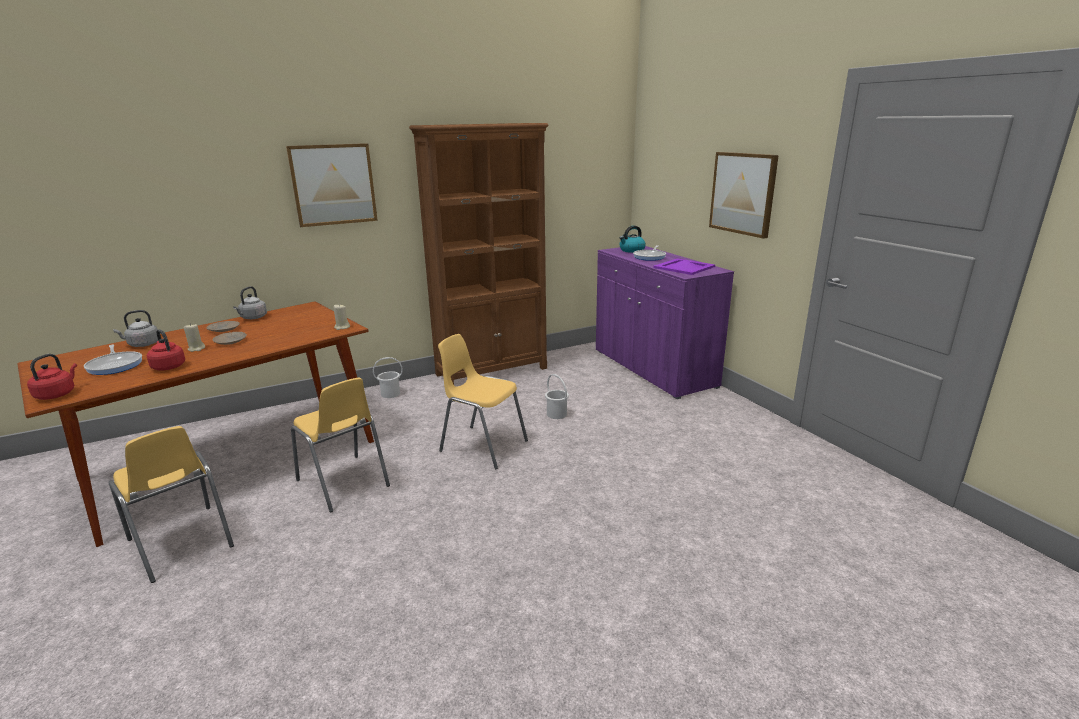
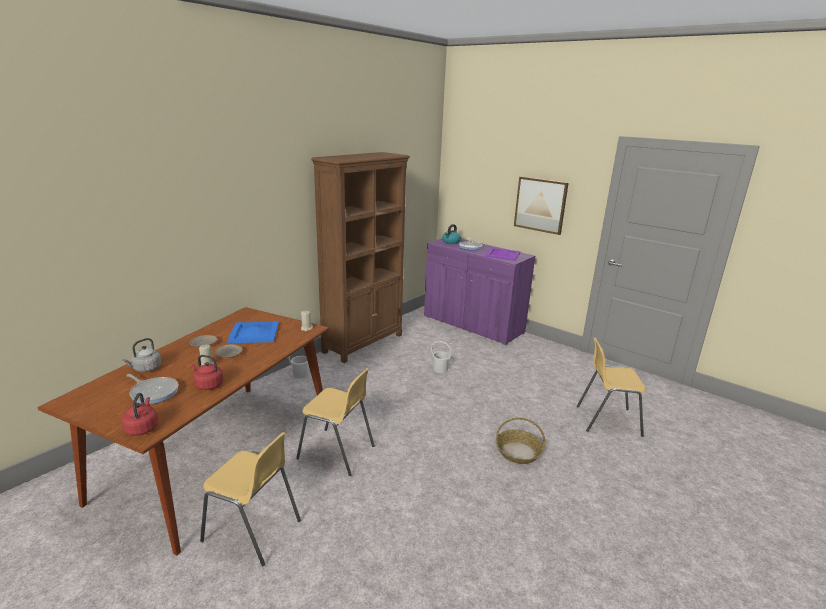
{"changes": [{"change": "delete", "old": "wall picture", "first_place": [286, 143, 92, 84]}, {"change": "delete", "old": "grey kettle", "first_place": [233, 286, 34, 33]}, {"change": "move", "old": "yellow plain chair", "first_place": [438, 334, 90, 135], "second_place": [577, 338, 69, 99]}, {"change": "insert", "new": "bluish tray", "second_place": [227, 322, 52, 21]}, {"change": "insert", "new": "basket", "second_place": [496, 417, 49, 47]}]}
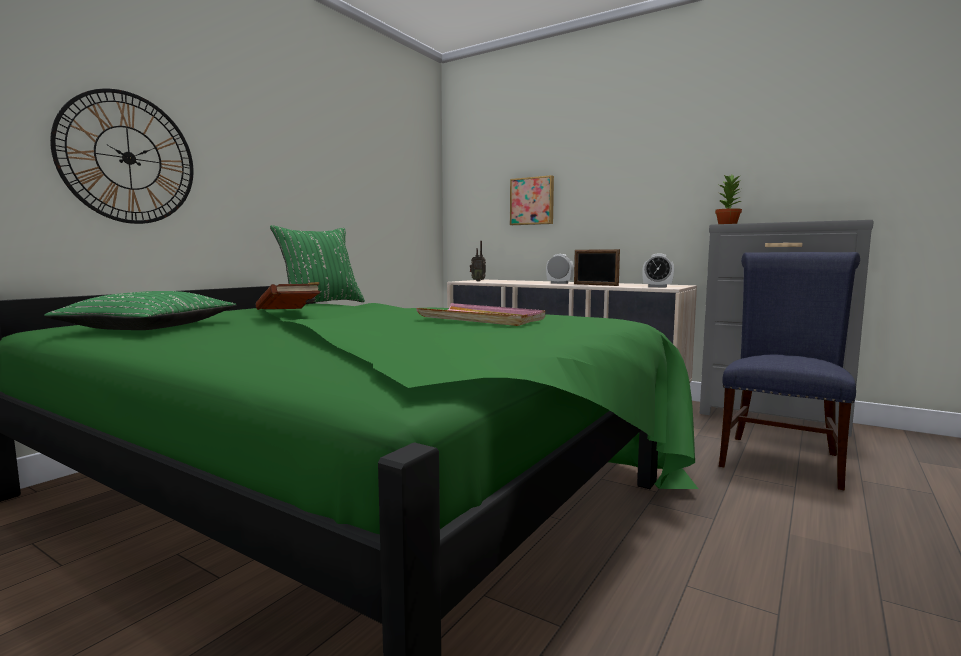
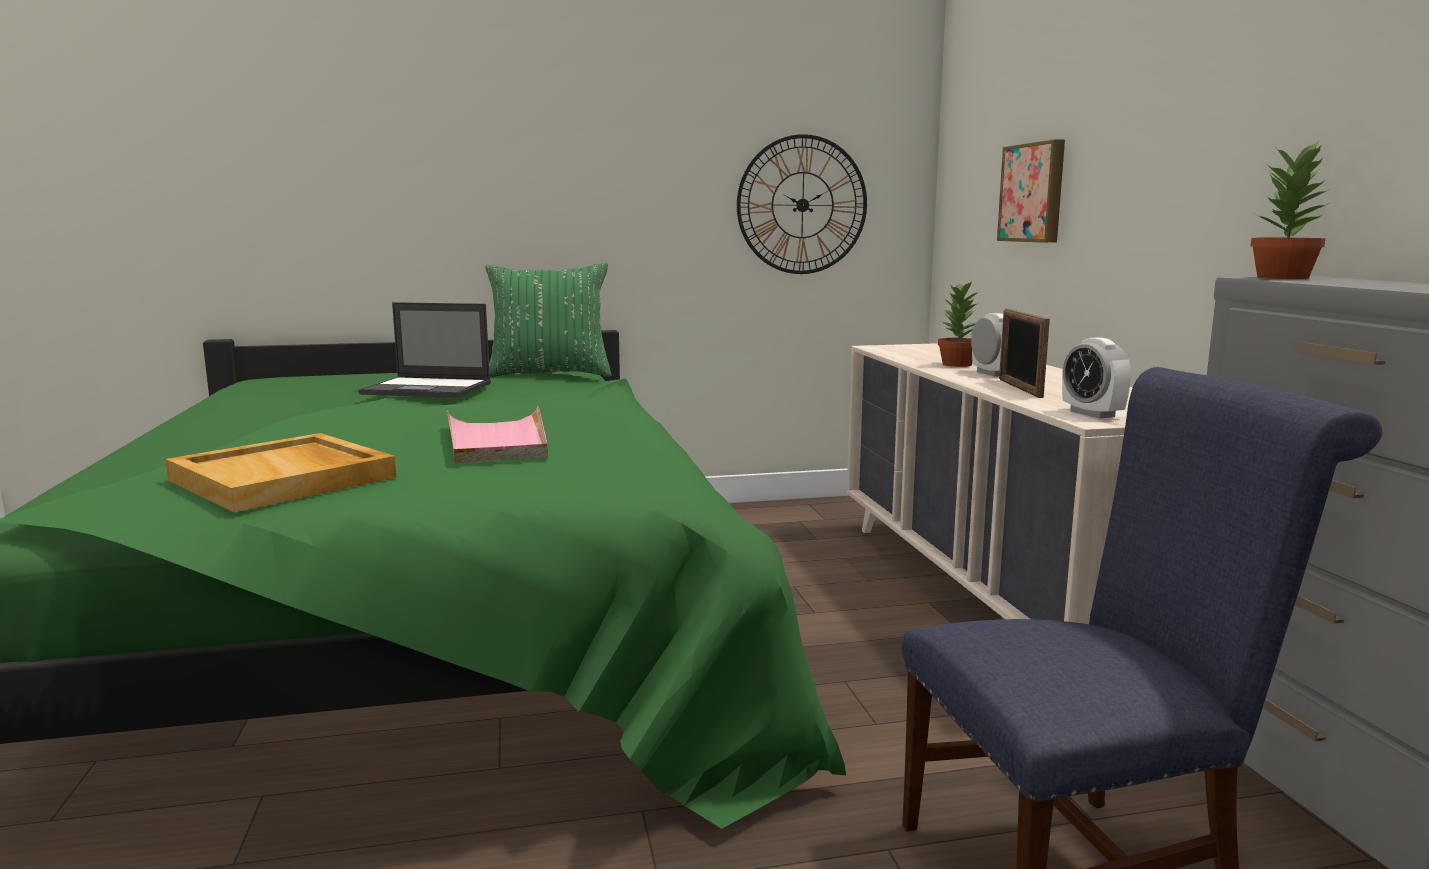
{"changes": [{"change": "move", "old": "hanging clock", "first_place": [50, 89, 143, 135], "second_place": [737, 134, 130, 140]}, {"change": "delete", "old": "radio receiver", "first_place": [470, 241, 16, 40]}, {"change": "replace", "old": "brownish book", "new": "portable computer", "first_place": [256, 282, 64, 28], "second_place": [359, 302, 132, 96]}, {"change": "delete", "old": "green throw pillow", "first_place": [44, 291, 193, 39]}, {"change": "insert", "new": "plant in a pot", "second_place": [938, 281, 41, 86]}, {"change": "insert", "new": "beige-coloured tray", "second_place": [165, 433, 231, 79]}]}
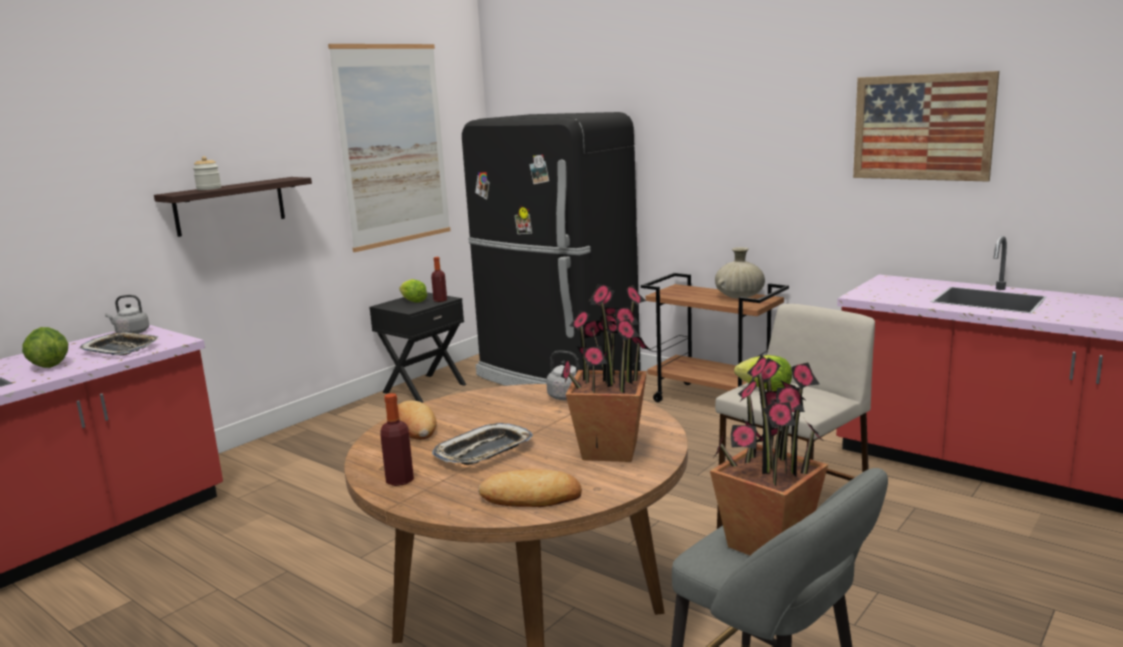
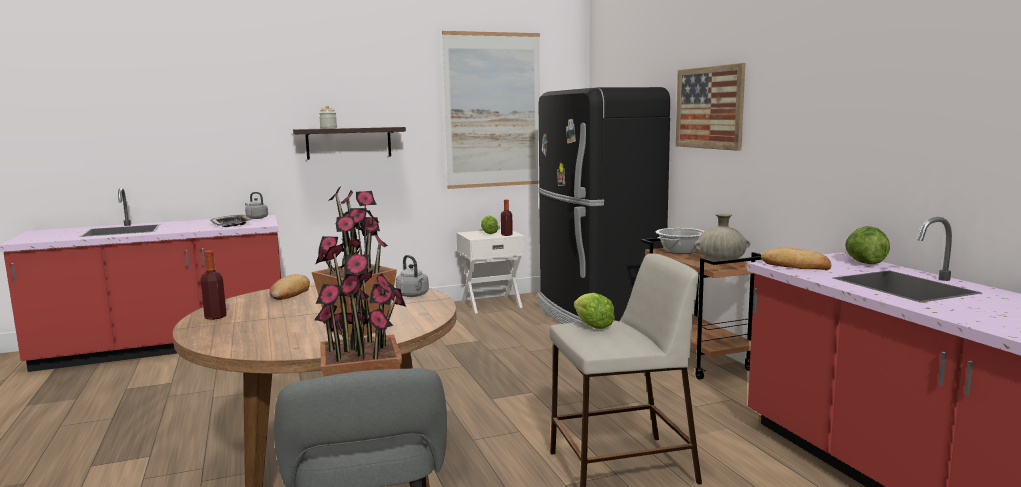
{"changes": [{"change": "move", "old": "wall picture", "first_place": [853, 71, 146, 111], "second_place": [676, 63, 69, 88]}, {"change": "recolor", "old": "black night table", "new": "whitish night table", "first_place": [369, 292, 97, 111], "second_place": [456, 229, 69, 84]}, {"change": "move", "old": "head of lettuce", "first_place": [22, 327, 46, 41], "second_place": [845, 226, 45, 38]}, {"change": "delete", "old": "tray", "first_place": [432, 423, 101, 42]}, {"change": "move", "old": "baked bread", "first_place": [478, 469, 104, 38], "second_place": [761, 248, 70, 22]}, {"change": "insert", "new": "stockpot", "second_place": [656, 228, 48, 26]}]}
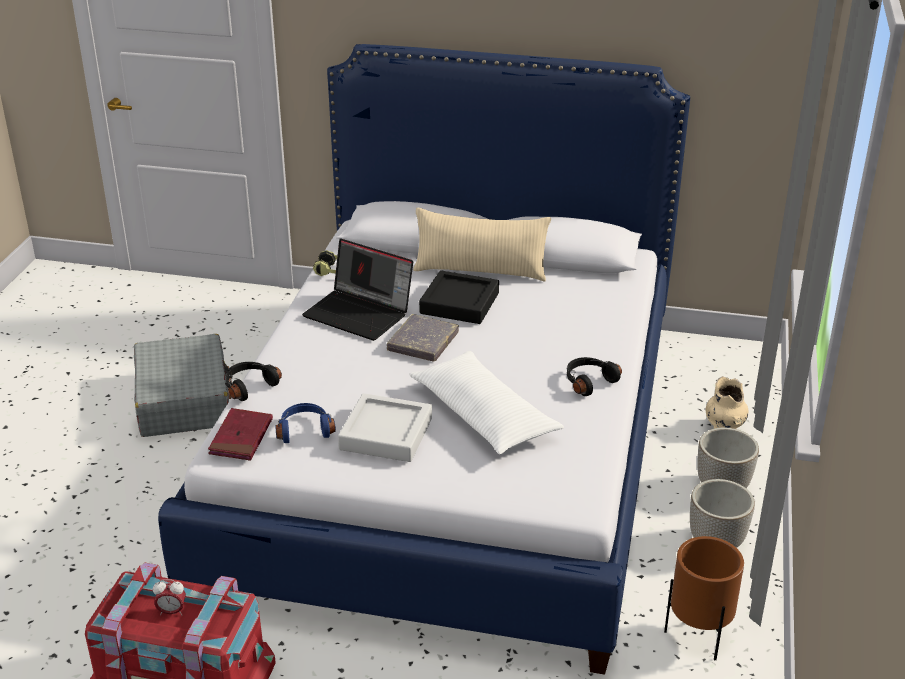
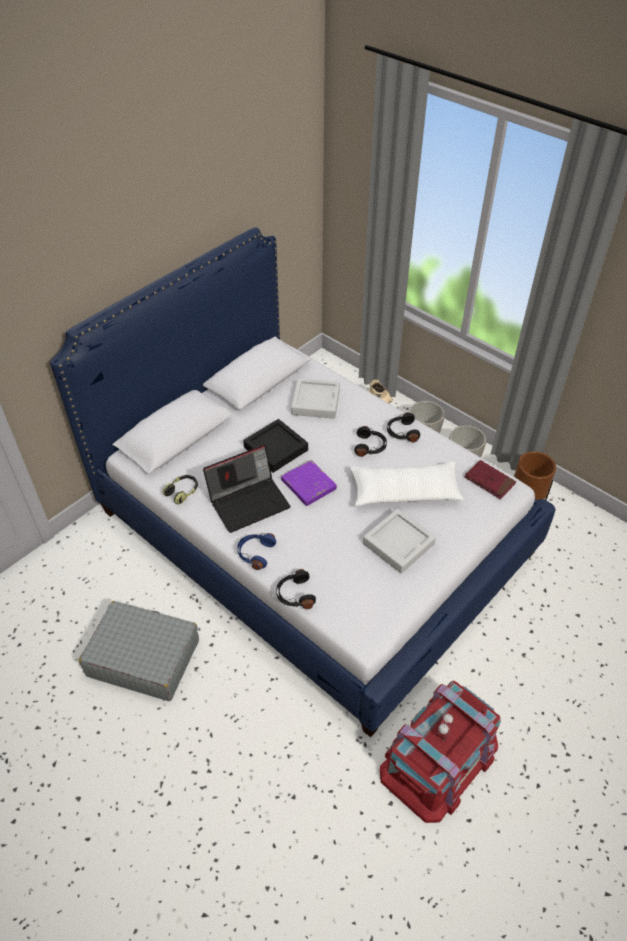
{"changes": [{"change": "delete", "old": "beige-coloured throw pillow", "first_place": [413, 208, 138, 73]}, {"change": "recolor", "old": "grey book", "new": "purple-coloured book", "first_place": [387, 314, 72, 48], "second_place": [281, 460, 56, 46]}, {"change": "move", "old": "bluish headset", "first_place": [276, 403, 60, 40], "second_place": [237, 533, 39, 37]}, {"change": "move", "old": "reddish book", "first_place": [208, 408, 65, 53], "second_place": [465, 460, 51, 39]}, {"change": "insert", "new": "grey tray", "second_place": [291, 378, 49, 41]}, {"change": "insert", "new": "black headset", "second_place": [354, 426, 33, 31]}]}
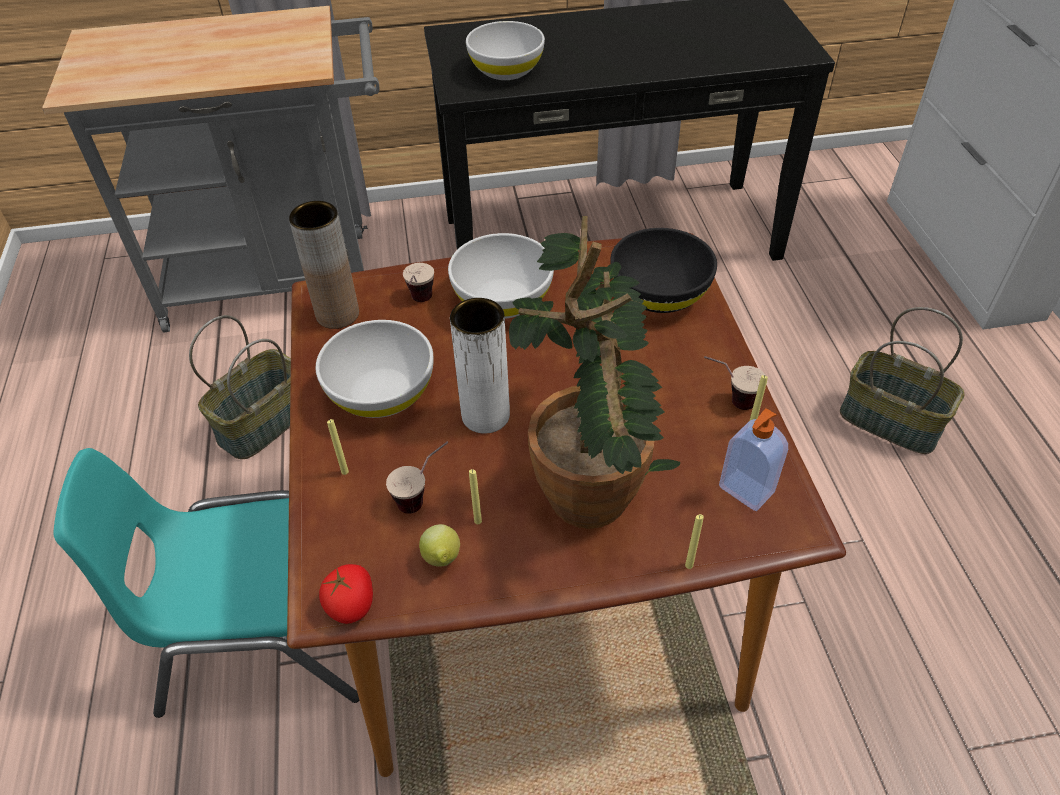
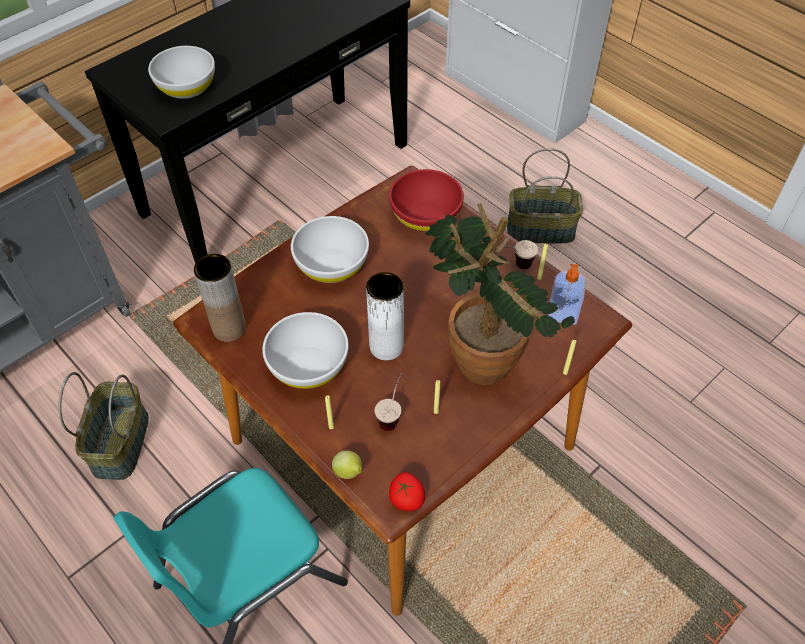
{"changes": [{"change": "recolor", "old": "black bowl", "new": "reddish bowl", "first_place": [610, 228, 107, 85], "second_place": [389, 169, 75, 63]}, {"change": "delete", "old": "cup", "first_place": [403, 263, 31, 39]}, {"change": "move", "old": "whole lemon", "first_place": [419, 524, 41, 43], "second_place": [332, 450, 30, 29]}]}
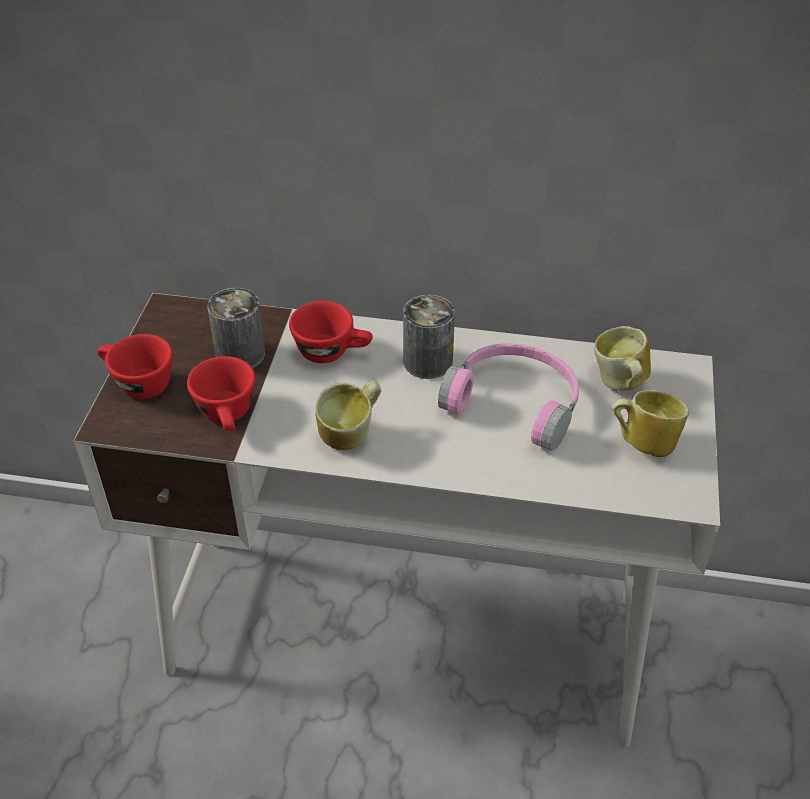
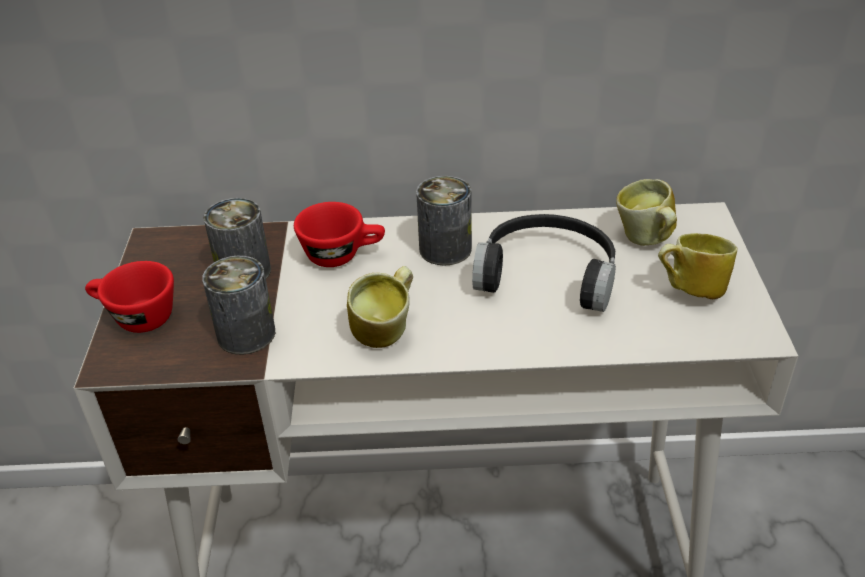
{"changes": [{"change": "recolor", "old": "pink headset", "new": "black headset", "first_place": [438, 343, 141, 108], "second_place": [472, 214, 144, 98]}, {"change": "replace", "old": "reddish cup", "new": "sealed can", "first_place": [187, 356, 68, 75], "second_place": [202, 256, 73, 99]}]}
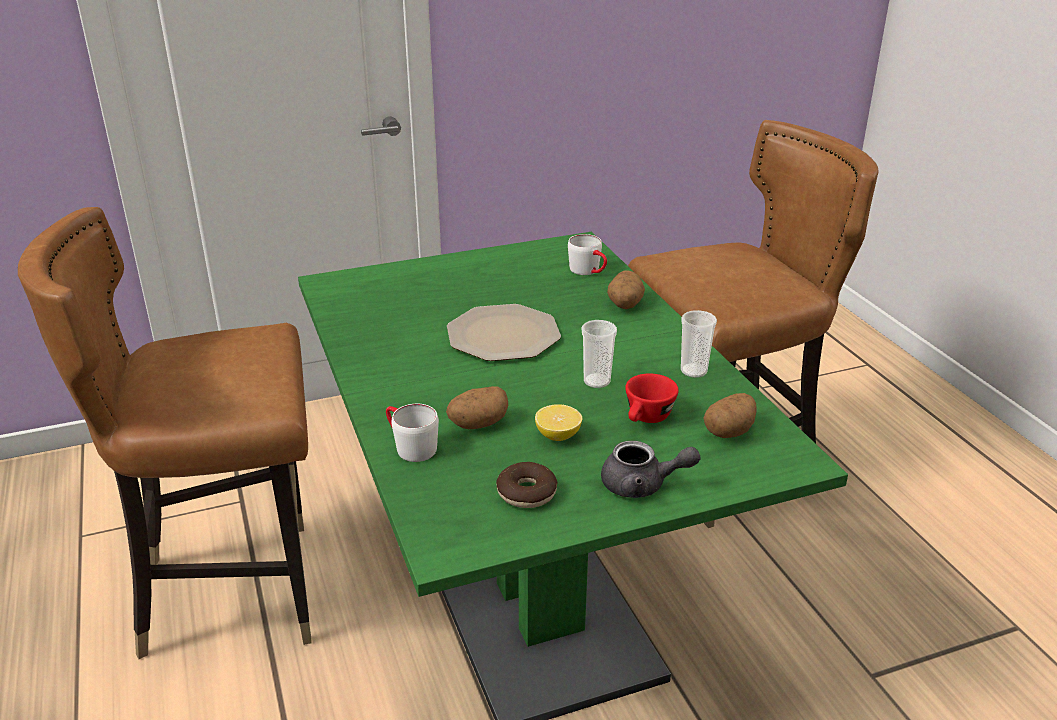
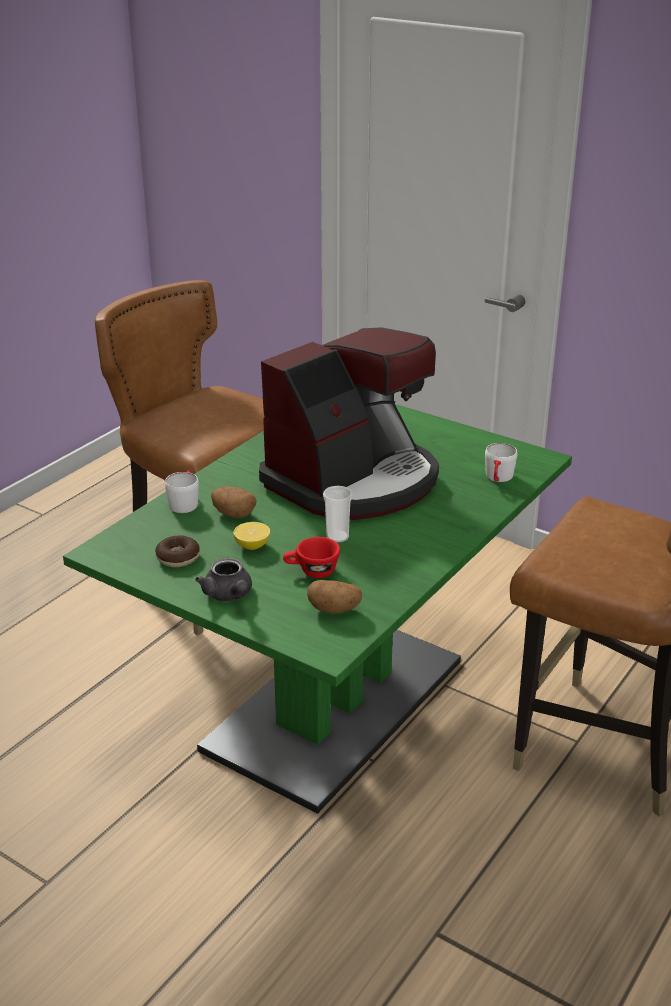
{"changes": [{"change": "delete", "old": "whole potato", "first_place": [607, 270, 38, 39]}, {"change": "replace", "old": "plate", "new": "coffee maker", "first_place": [447, 304, 114, 57], "second_place": [259, 327, 180, 193]}, {"change": "delete", "old": "cup", "first_place": [681, 310, 36, 68]}]}
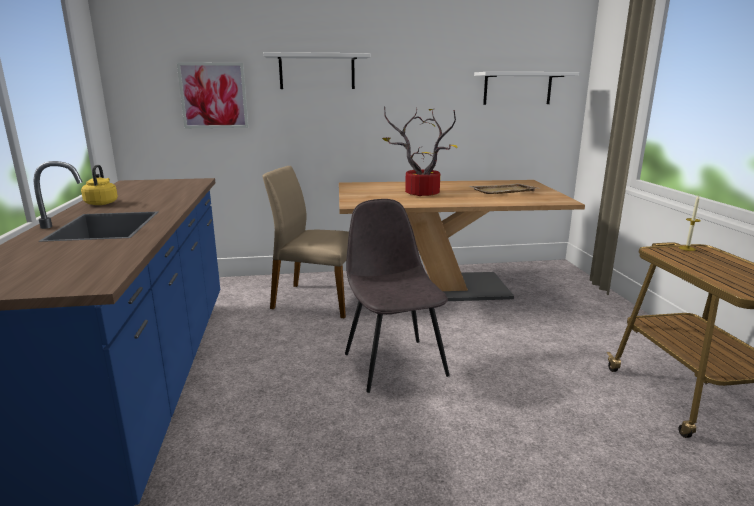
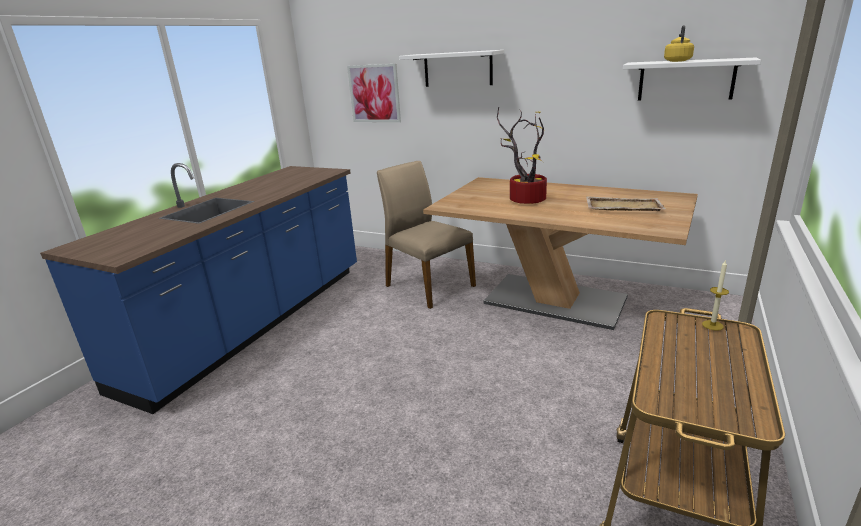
{"changes": [{"change": "move", "old": "yellow kettle", "first_place": [81, 165, 37, 40], "second_place": [664, 25, 30, 37]}, {"change": "delete", "old": "grey plain chair", "first_place": [345, 199, 105, 194]}]}
